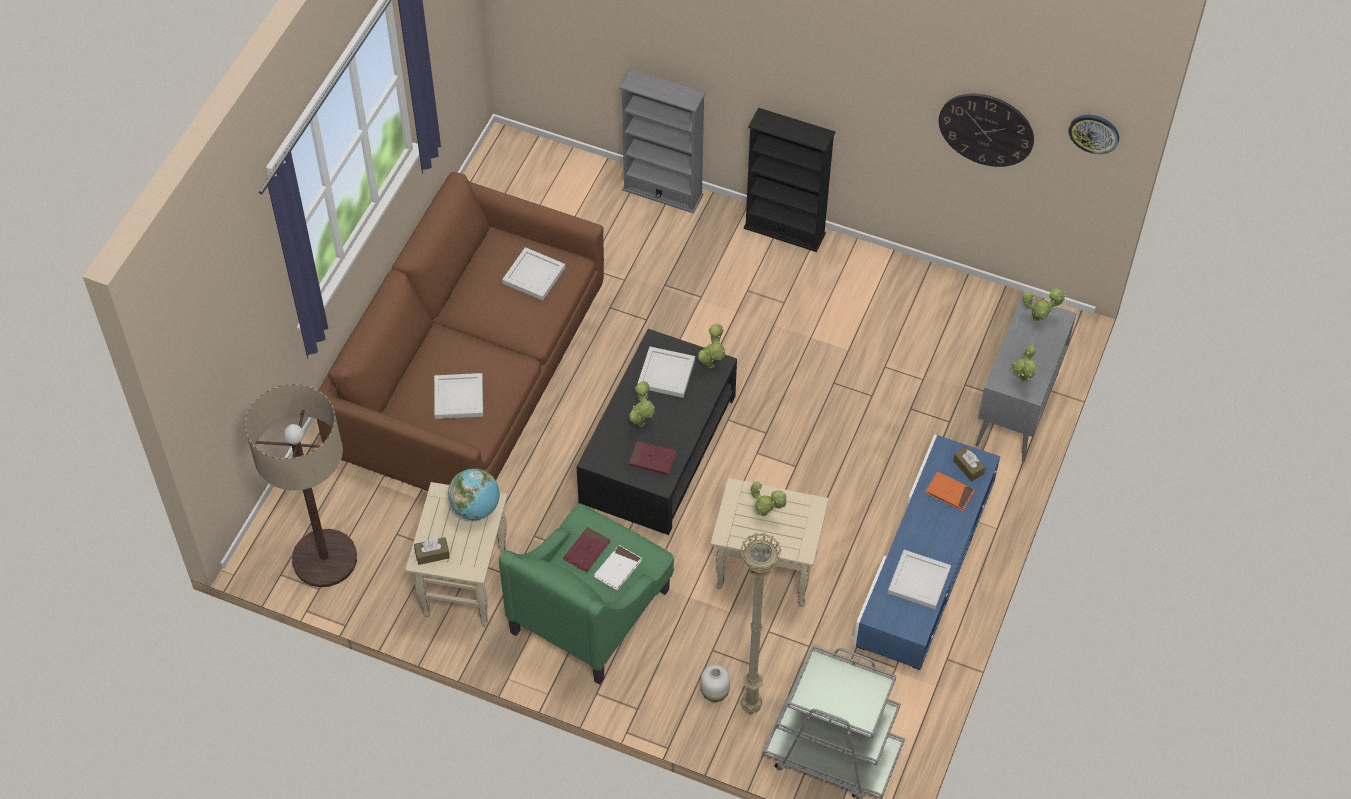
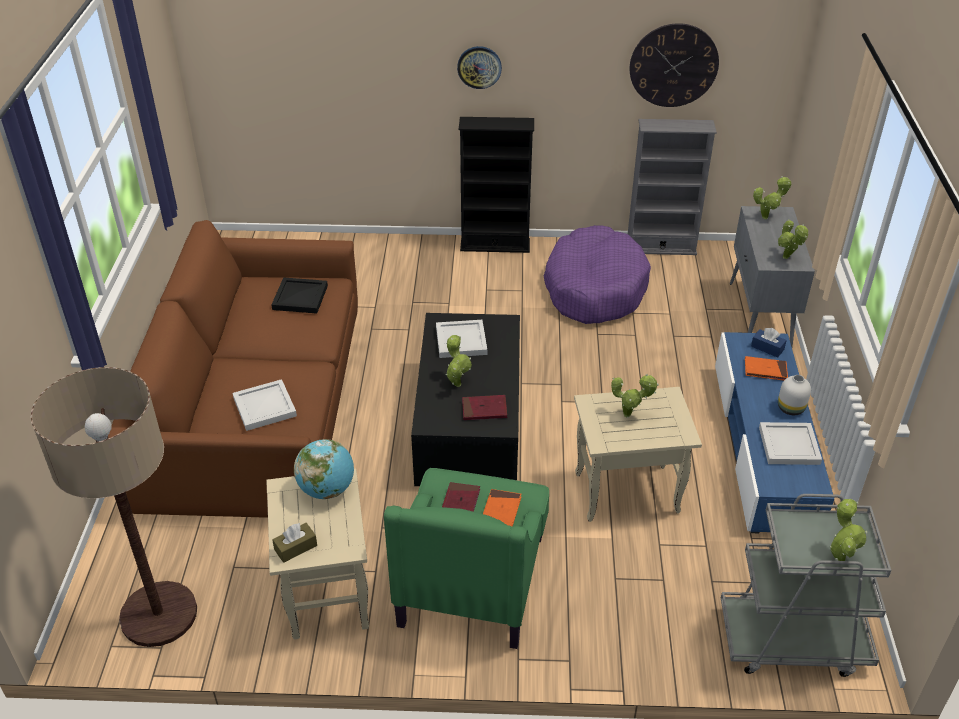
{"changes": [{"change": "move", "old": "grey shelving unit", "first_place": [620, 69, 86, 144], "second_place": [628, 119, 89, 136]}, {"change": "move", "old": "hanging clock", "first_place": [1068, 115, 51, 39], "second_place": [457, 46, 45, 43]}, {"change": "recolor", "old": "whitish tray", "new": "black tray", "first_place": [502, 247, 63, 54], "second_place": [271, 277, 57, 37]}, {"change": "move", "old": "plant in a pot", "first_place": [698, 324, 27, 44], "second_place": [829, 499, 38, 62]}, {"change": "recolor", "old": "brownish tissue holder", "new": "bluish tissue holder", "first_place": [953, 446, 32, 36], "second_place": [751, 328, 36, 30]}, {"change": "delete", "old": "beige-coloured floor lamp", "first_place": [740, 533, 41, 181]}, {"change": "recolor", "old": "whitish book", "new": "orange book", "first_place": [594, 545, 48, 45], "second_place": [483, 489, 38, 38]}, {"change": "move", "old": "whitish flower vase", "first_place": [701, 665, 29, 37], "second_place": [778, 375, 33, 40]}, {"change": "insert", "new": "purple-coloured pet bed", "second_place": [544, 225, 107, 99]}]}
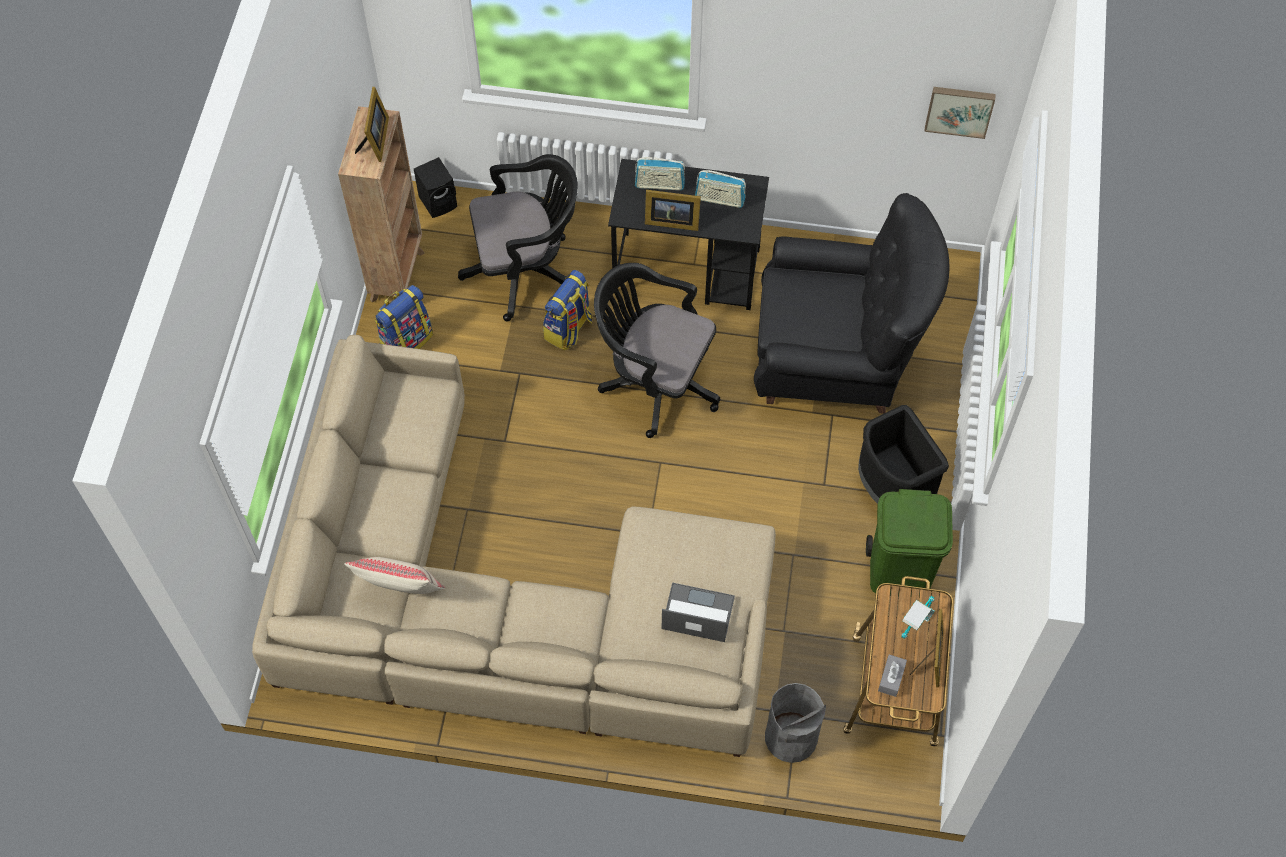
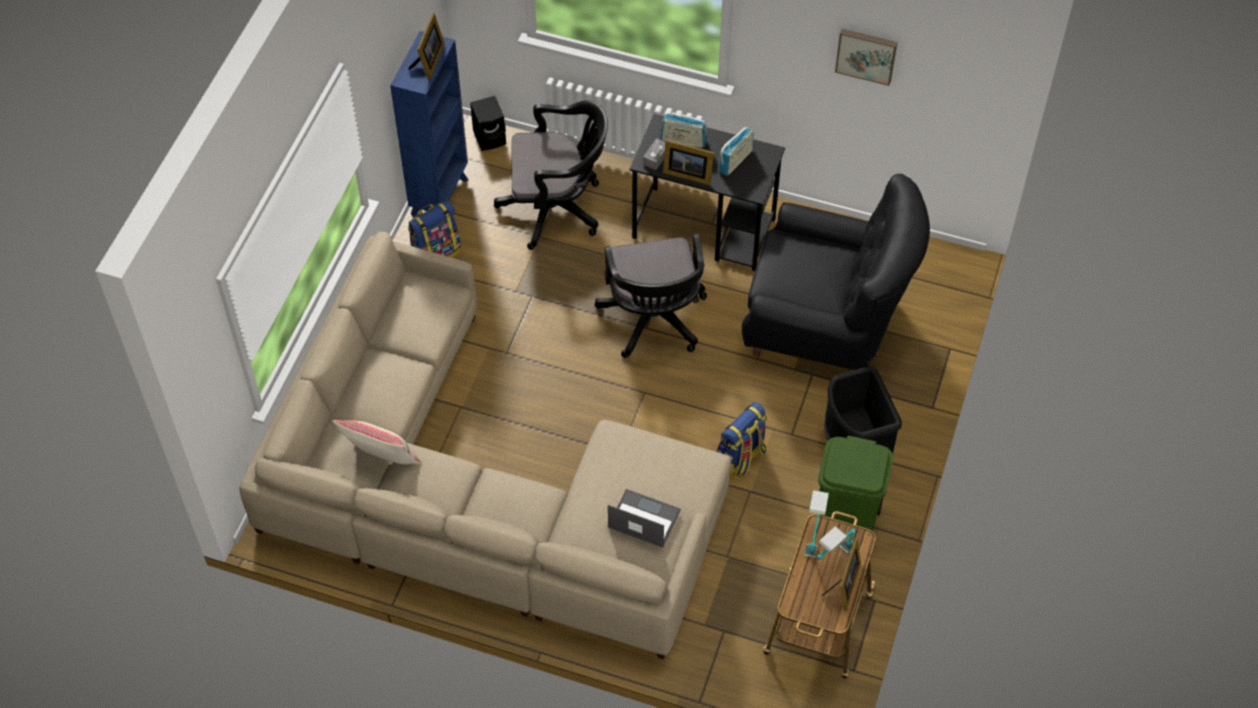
{"changes": [{"change": "move", "old": "wall picture", "first_place": [924, 87, 72, 52], "second_place": [835, 29, 62, 57]}, {"change": "recolor", "old": "brownish shelving unit", "new": "bluish shelving unit", "first_place": [338, 106, 87, 196], "second_place": [390, 31, 78, 185]}, {"change": "rotate", "old": "radio receiver", "first_place": [695, 170, 51, 38], "second_place": [718, 127, 36, 49], "degrees": -75}, {"change": "rotate", "old": "black office chair", "first_place": [594, 263, 126, 175], "second_place": [595, 234, 112, 124], "degrees": -135}, {"change": "move", "old": "backpack", "first_place": [543, 270, 50, 81], "second_place": [717, 402, 50, 77]}, {"change": "move", "old": "grey tissue holder", "first_place": [878, 654, 29, 43], "second_place": [643, 138, 22, 32]}, {"change": "delete", "old": "grey rubbish bin", "first_place": [765, 683, 61, 80]}, {"change": "insert", "new": "lamp for a table", "second_place": [804, 490, 25, 67]}]}
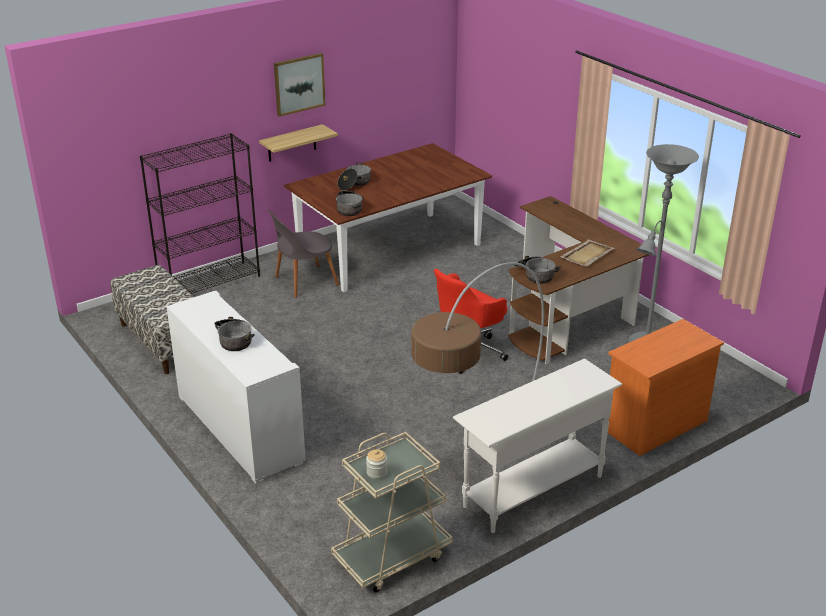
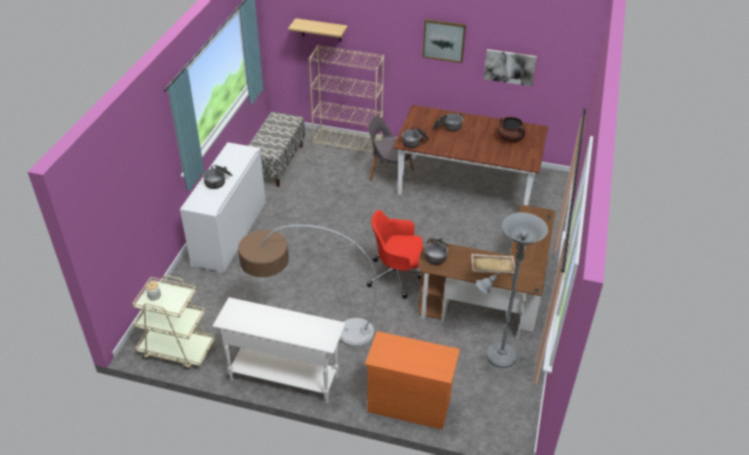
{"changes": [{"change": "move", "old": "bracket shelf", "first_place": [259, 124, 79, 38], "second_place": [288, 18, 60, 24]}, {"change": "recolor", "old": "black shelving unit", "new": "beige-coloured shelving unit", "first_place": [140, 133, 120, 161], "second_place": [309, 45, 75, 107]}, {"change": "insert", "new": "wall picture", "second_place": [483, 49, 54, 37]}, {"change": "insert", "new": "brownish stockpot", "second_place": [498, 117, 28, 25]}]}
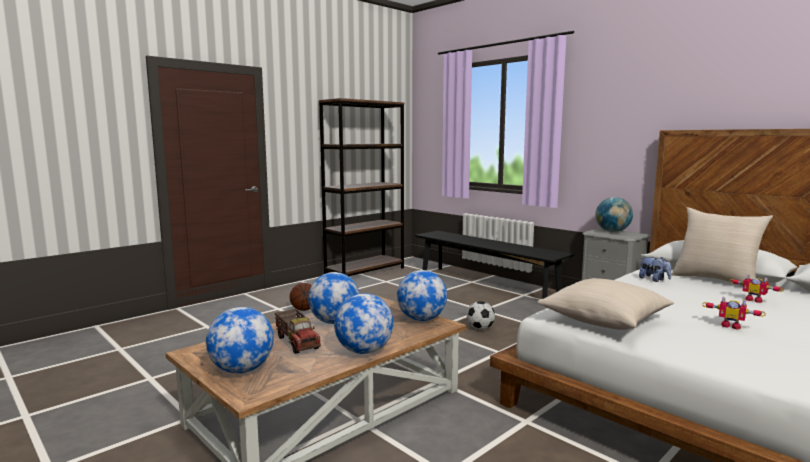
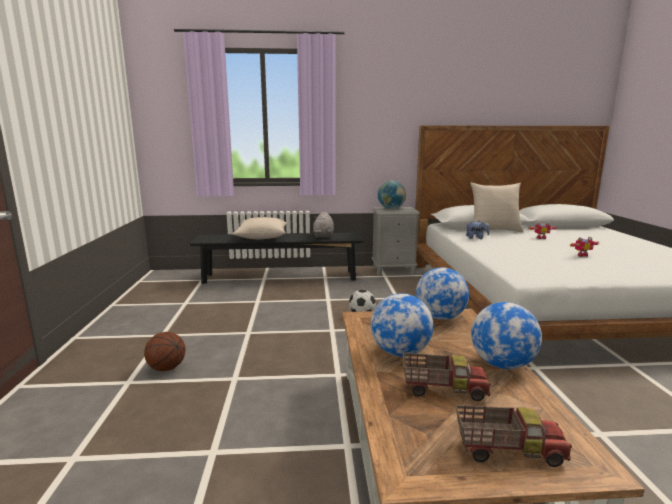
{"changes": [{"change": "delete", "old": "brownish shelving unit", "first_place": [319, 98, 85, 178]}, {"change": "move", "old": "beige-coloured throw pillow", "first_place": [537, 278, 137, 52], "second_place": [233, 217, 54, 22]}, {"change": "replace", "old": "globe", "new": "toy truck", "first_place": [206, 307, 68, 66], "second_place": [456, 405, 116, 62]}, {"change": "insert", "new": "grey cuddly toy", "second_place": [313, 212, 21, 26]}]}
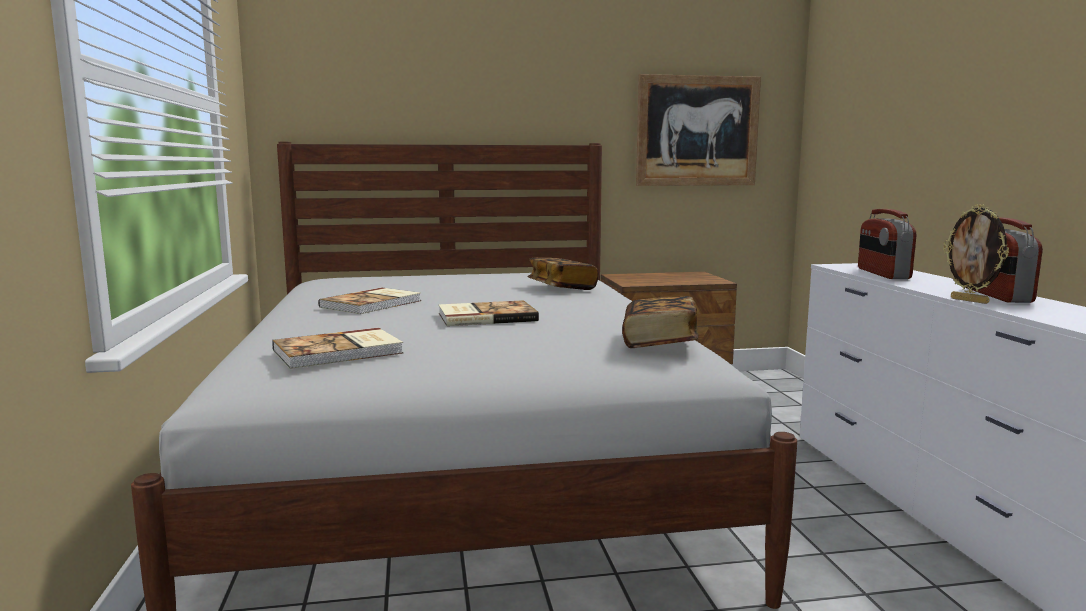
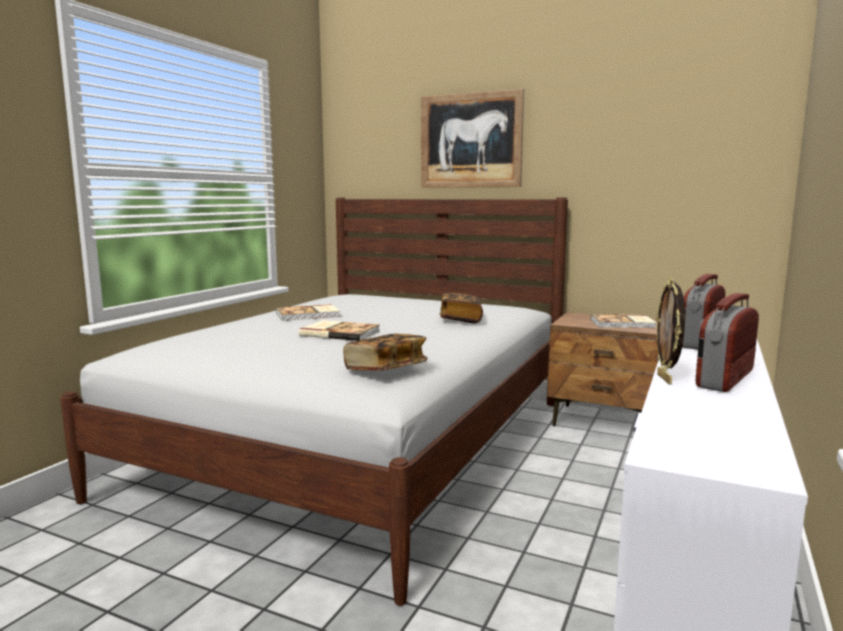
{"changes": [{"change": "move", "old": "wall picture", "first_place": [636, 74, 125, 112], "second_place": [421, 89, 103, 99]}, {"change": "move", "old": "book", "first_place": [272, 328, 132, 41], "second_place": [591, 314, 65, 14]}]}
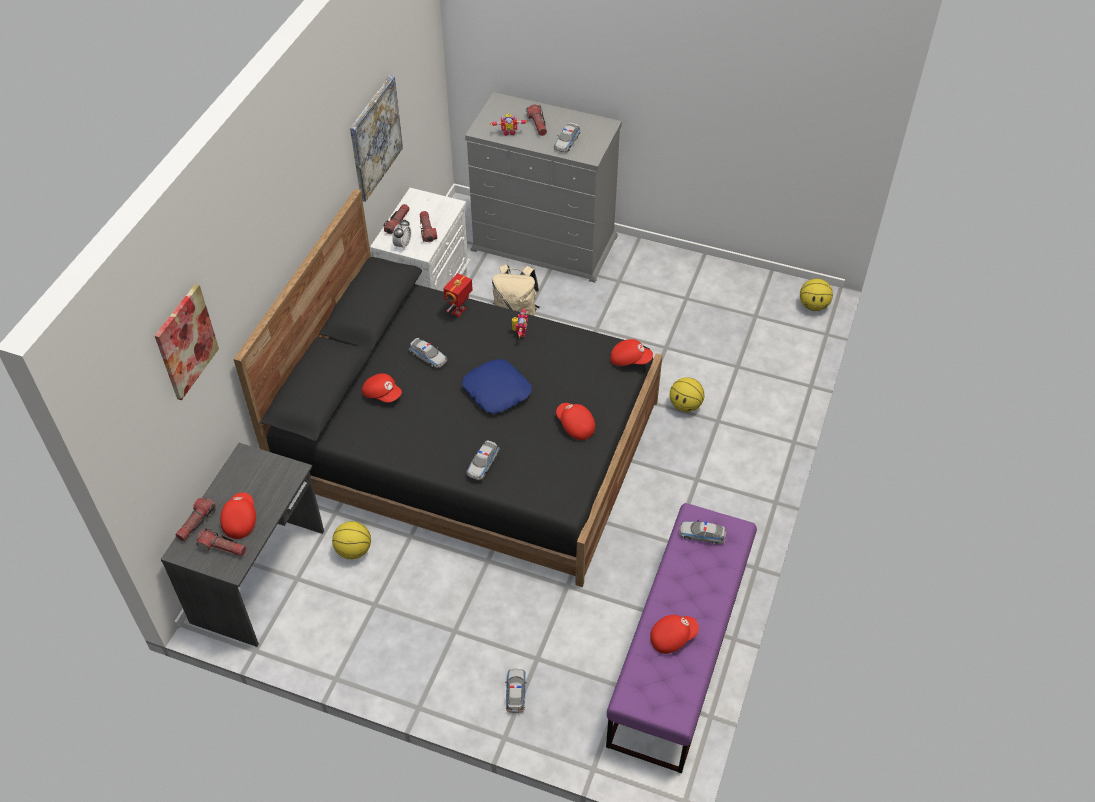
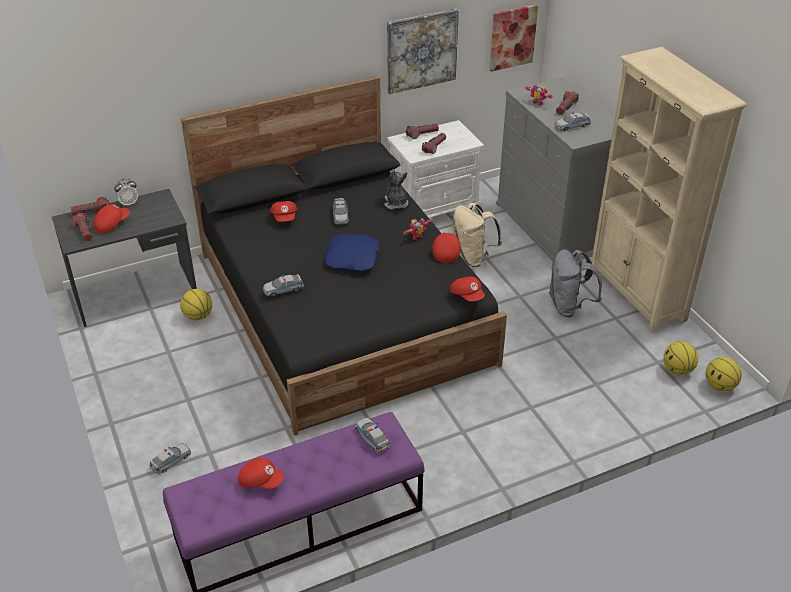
{"changes": [{"change": "move", "old": "bedside clock", "first_place": [392, 219, 20, 31], "second_place": [114, 179, 24, 28]}, {"change": "replace", "old": "robot figure", "new": "cuddly toy", "first_place": [444, 273, 29, 44], "second_place": [384, 169, 24, 41]}, {"change": "move", "old": "wall picture", "first_place": [155, 284, 64, 116], "second_place": [490, 4, 48, 68]}, {"change": "move", "old": "basketball", "first_place": [670, 377, 35, 35], "second_place": [663, 341, 35, 34]}, {"change": "move", "old": "reddish peaked cap", "first_place": [556, 403, 39, 37], "second_place": [432, 232, 29, 31]}, {"change": "insert", "new": "beige-coloured shelving unit", "second_place": [591, 47, 156, 286]}, {"change": "insert", "new": "grey backpack", "second_place": [549, 249, 53, 68]}]}
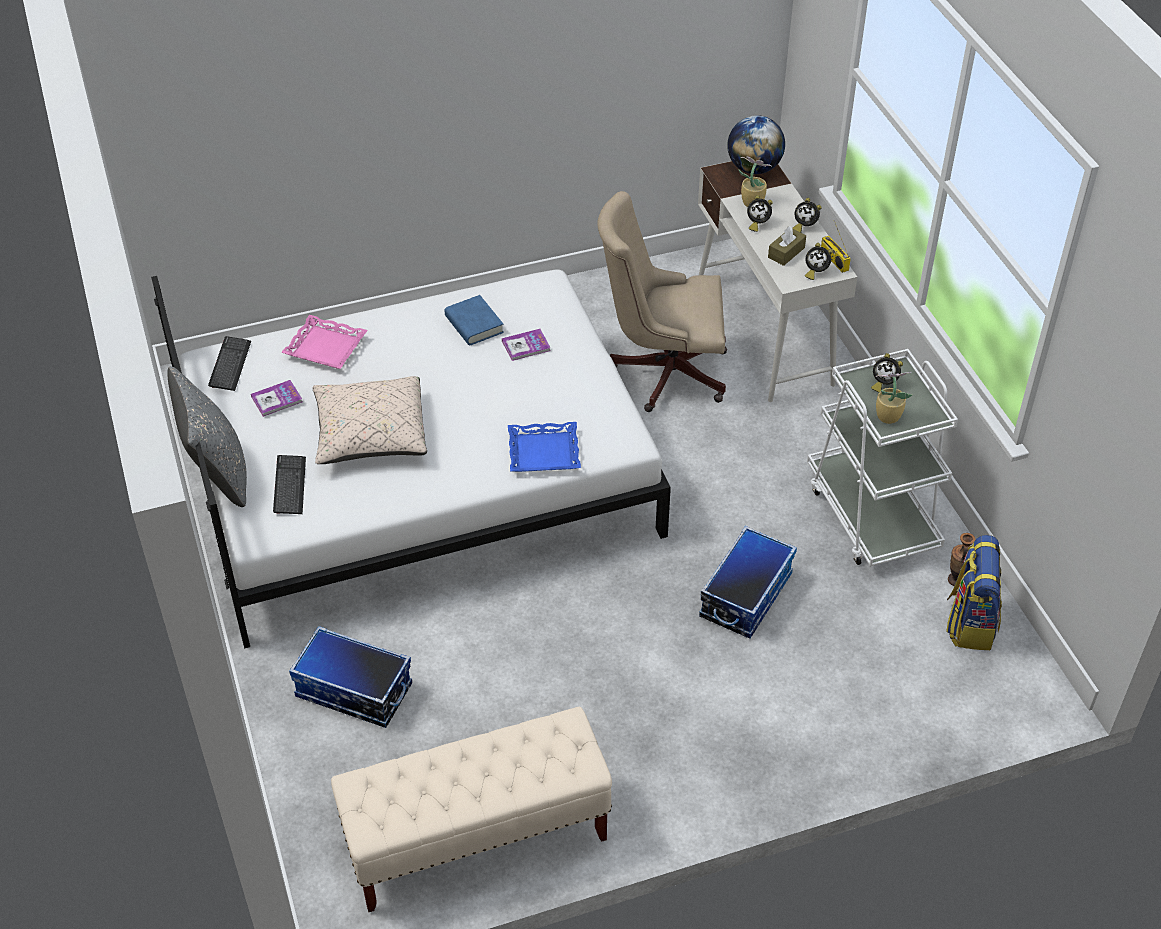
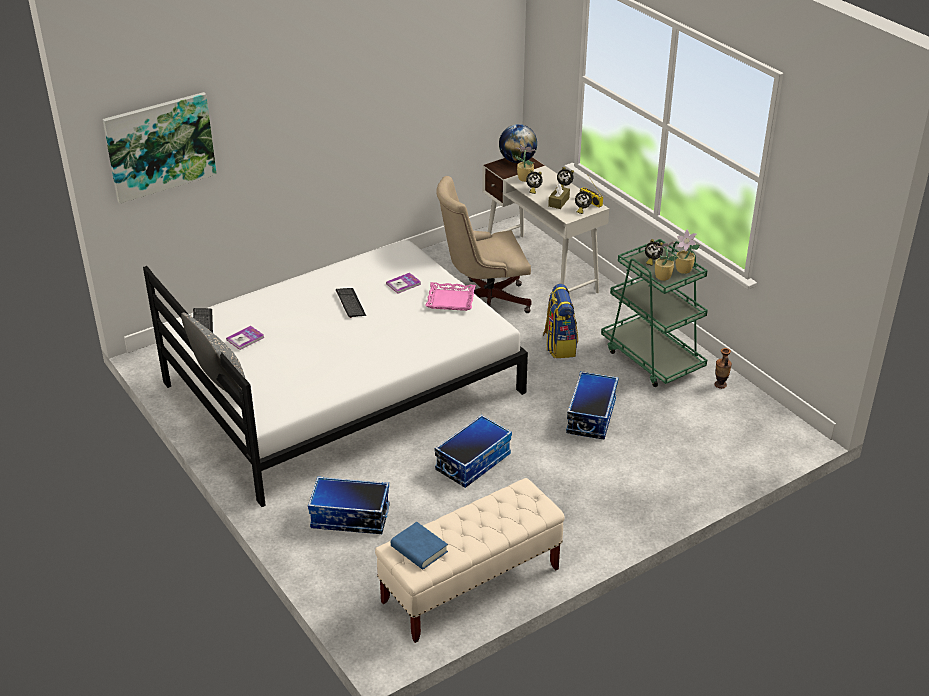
{"changes": [{"change": "move", "old": "bluish book", "first_place": [445, 295, 59, 51], "second_place": [391, 522, 57, 47]}, {"change": "move", "old": "pink tray", "first_place": [281, 315, 87, 54], "second_place": [425, 282, 51, 29]}, {"change": "recolor", "old": "whitish trolley", "new": "green trolley", "first_place": [807, 349, 151, 218], "second_place": [601, 239, 107, 148]}, {"change": "delete", "old": "beige-coloured throw pillow", "first_place": [312, 376, 115, 88]}, {"change": "delete", "old": "bluish tray", "first_place": [508, 422, 73, 50]}, {"change": "move", "old": "PC keyboard", "first_place": [273, 455, 33, 59], "second_place": [336, 288, 30, 30]}, {"change": "move", "old": "backpack", "first_place": [946, 535, 56, 115], "second_place": [543, 284, 35, 74]}, {"change": "insert", "new": "wall picture", "second_place": [103, 92, 114, 111]}, {"change": "insert", "new": "plant in a pot", "second_place": [675, 229, 25, 45]}, {"change": "insert", "new": "storage bin", "second_place": [435, 414, 77, 74]}]}
